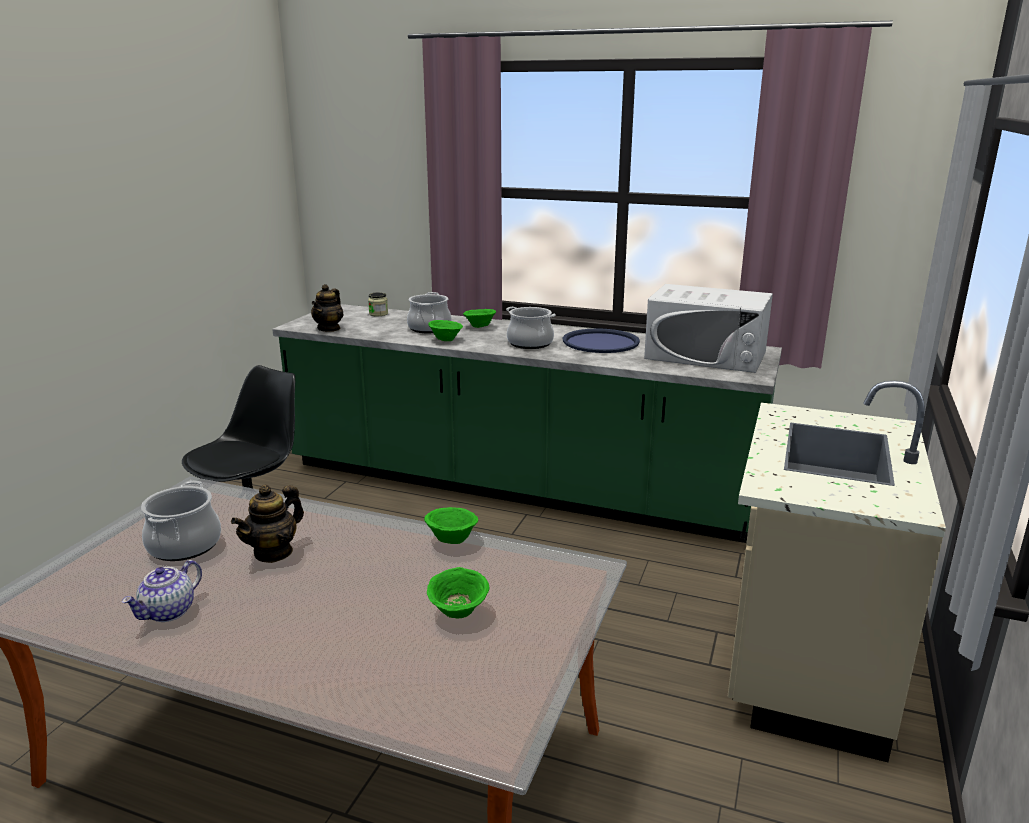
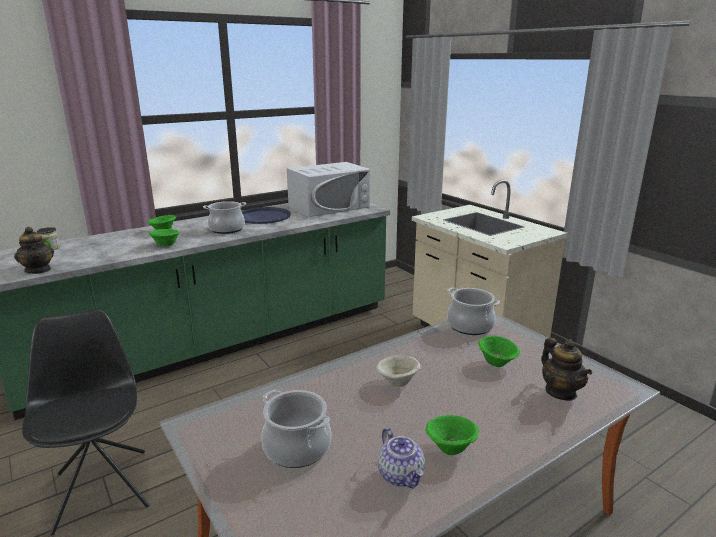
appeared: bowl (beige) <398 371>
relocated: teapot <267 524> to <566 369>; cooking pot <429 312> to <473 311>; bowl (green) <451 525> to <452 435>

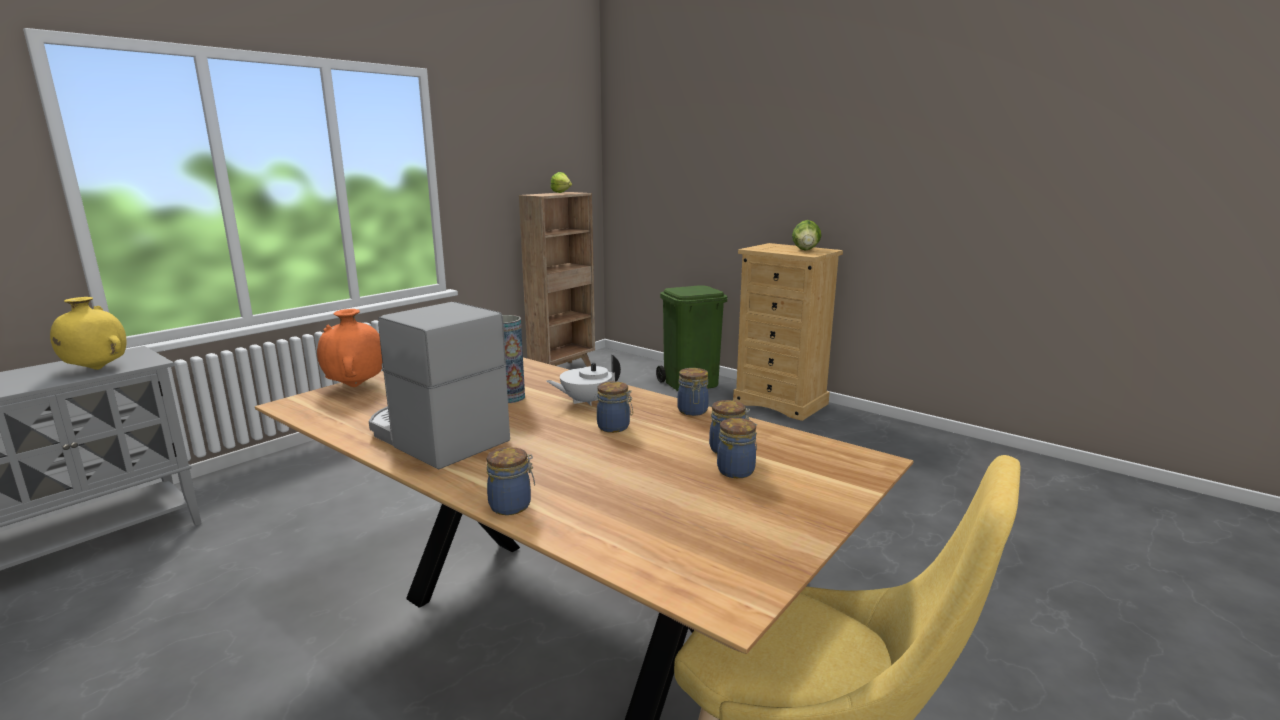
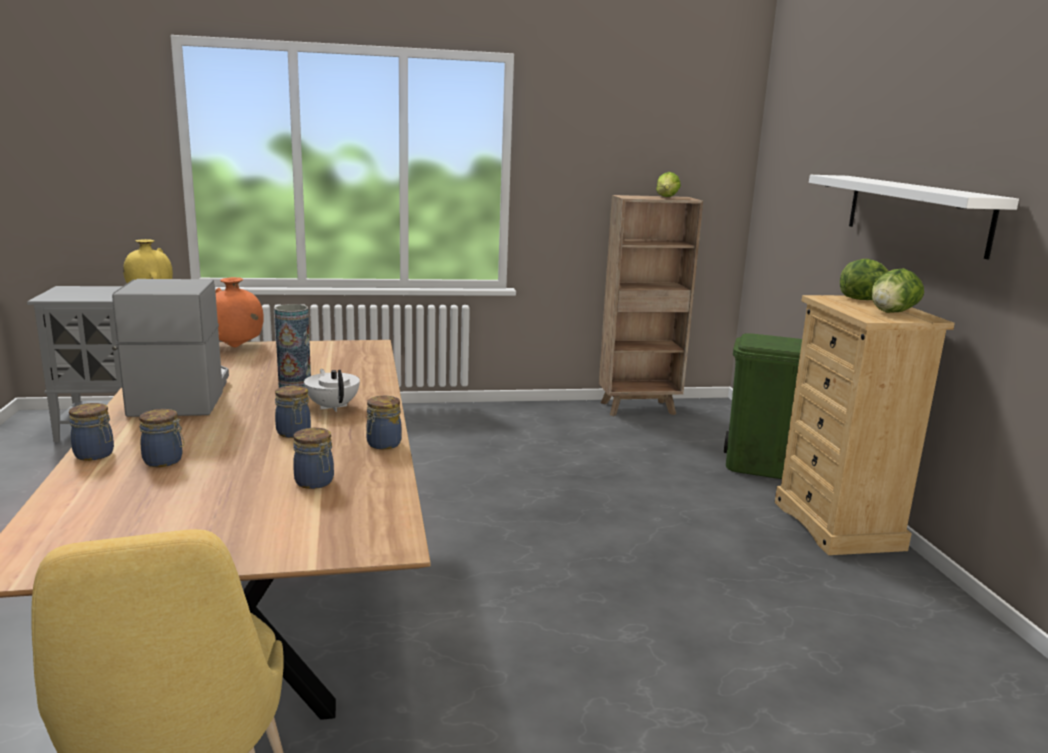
appeared: shelf (white) <914 217>; lettuce <864 279>
relocated: jar <737 448> to <161 438>
spun: teapot (white) <583 380> = <332 390> 45 degrees clockwise

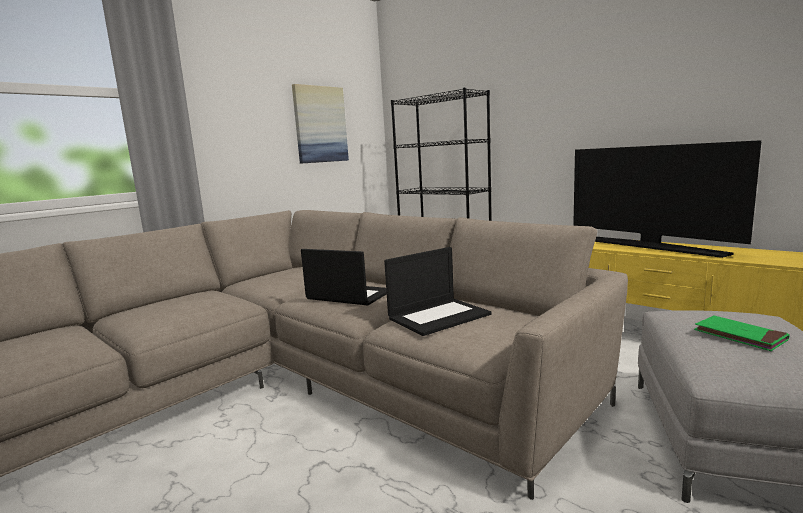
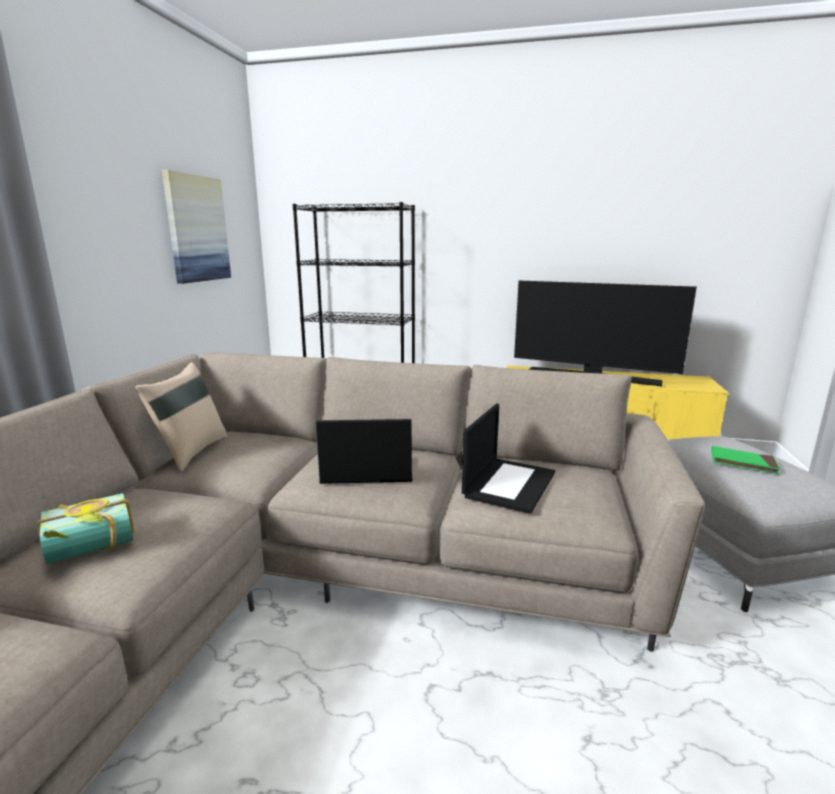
appeared: book <86 528>; pillow (beige) <181 417>

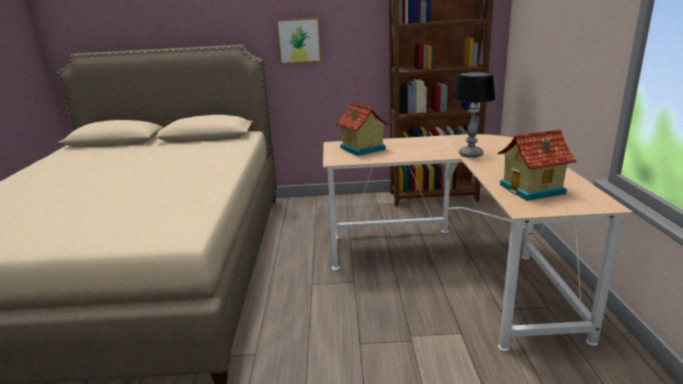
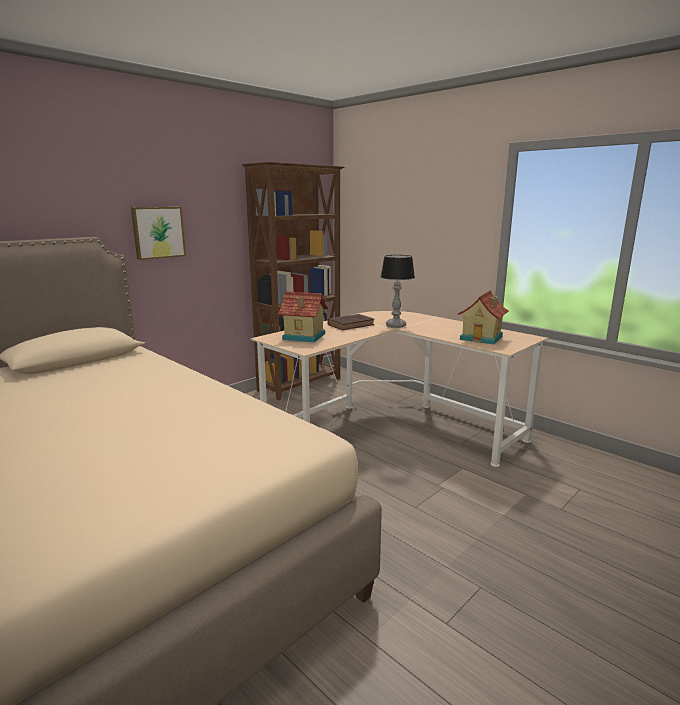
appeared: book (brown) <350 322>

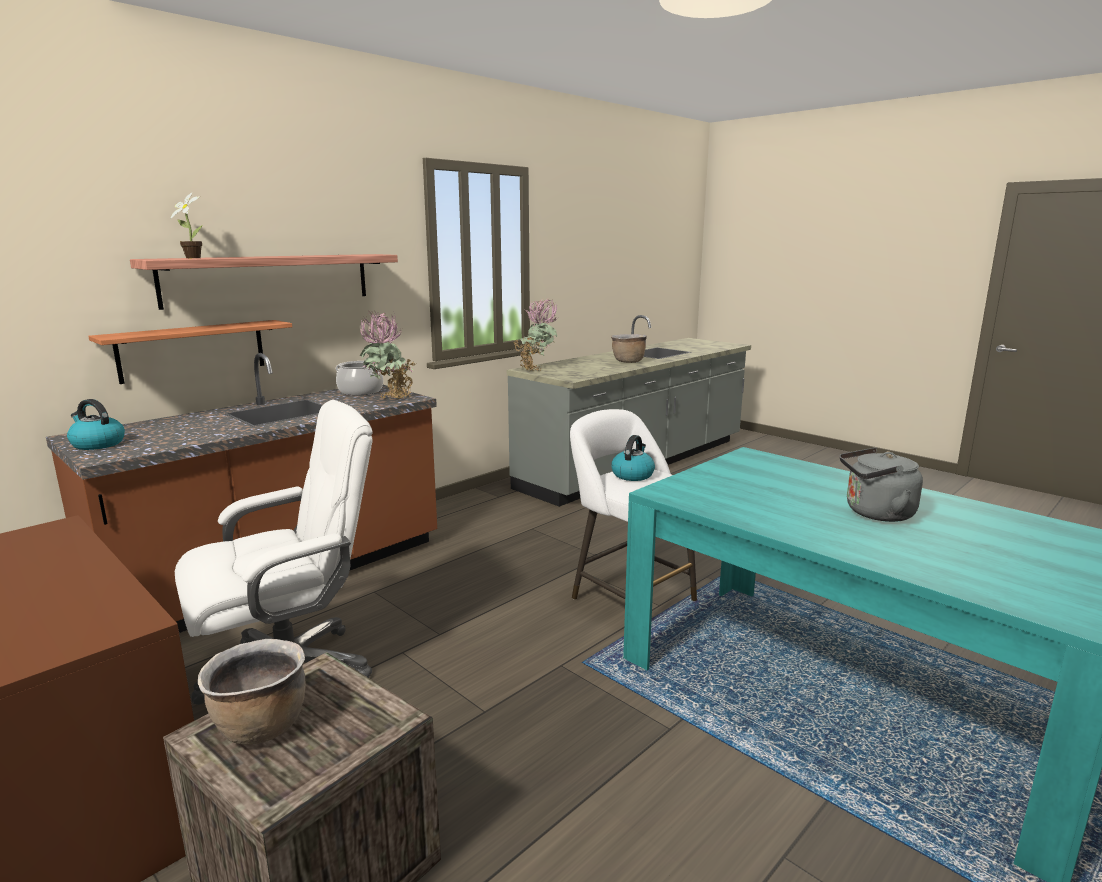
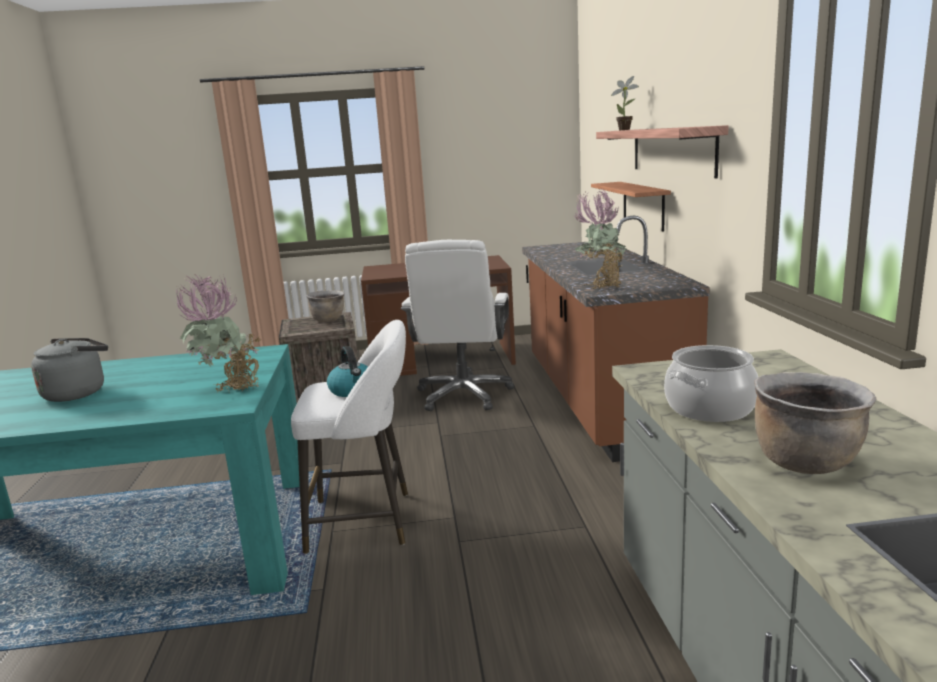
missing: kettle <96 424>
relocated: cooking pot <359 378> to <711 383>; potted plant <536 334> to <217 333>

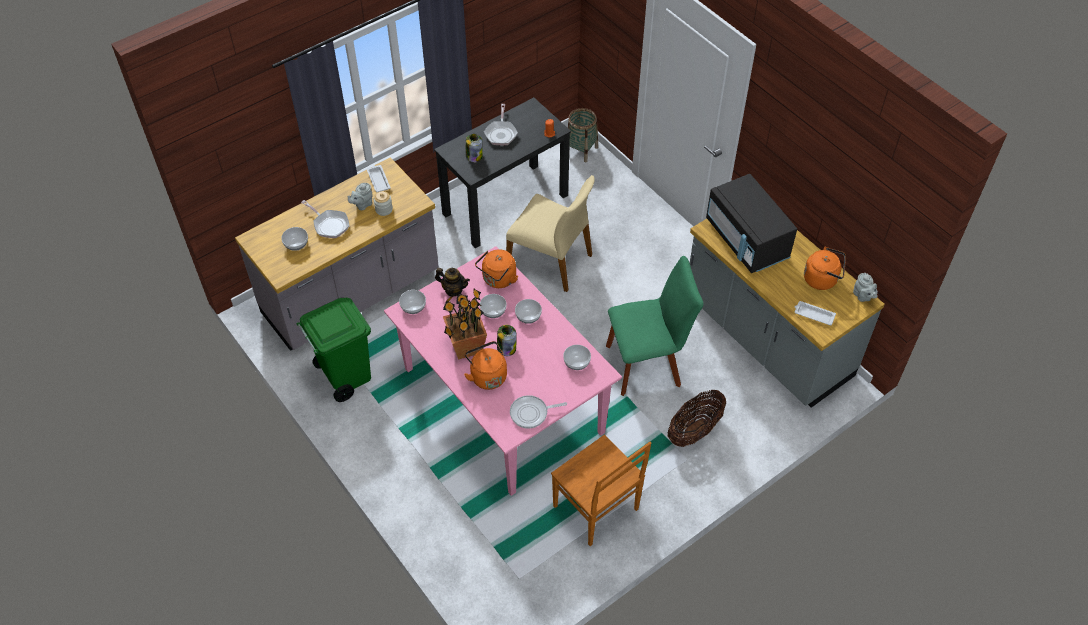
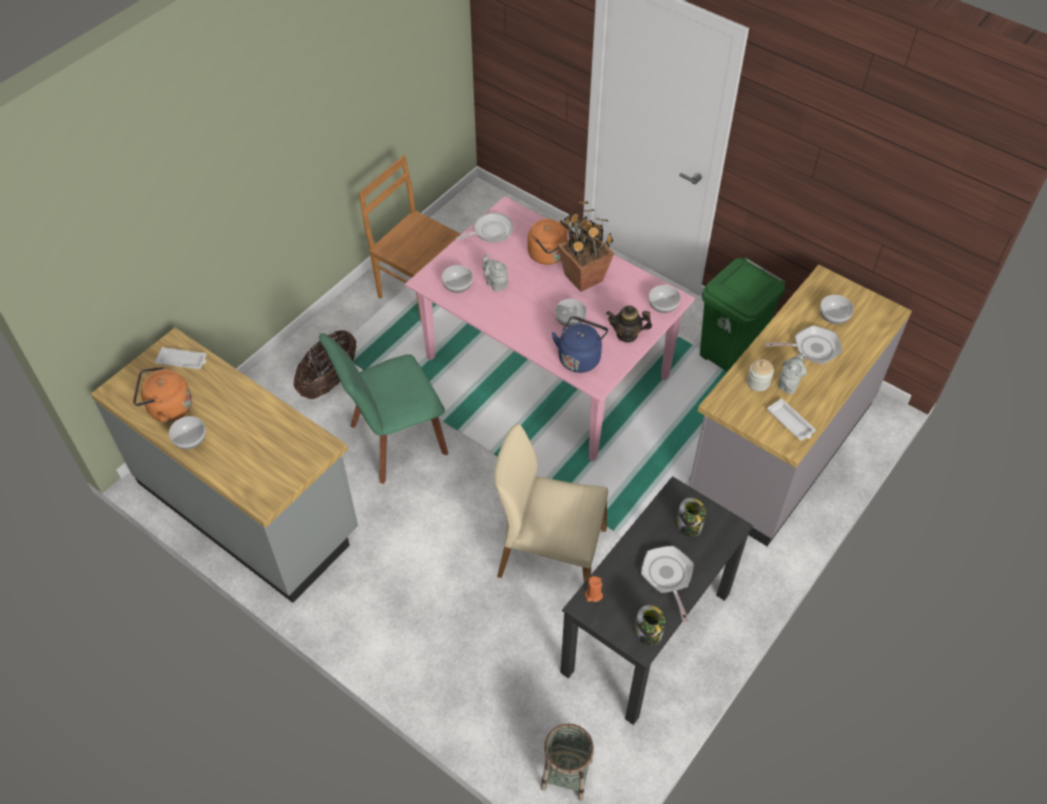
missing: microwave (black) <751 223>
relocated: jar <507 340> to <649 625>; bowl <528 311> to <187 432>; teapot (grey) <865 287> to <495 273>
colour: kettle (orange) <496 268> to kettle (blue) <580 344>
spun: frying pan <325 219> = <803 344> 150 degrees clockwise

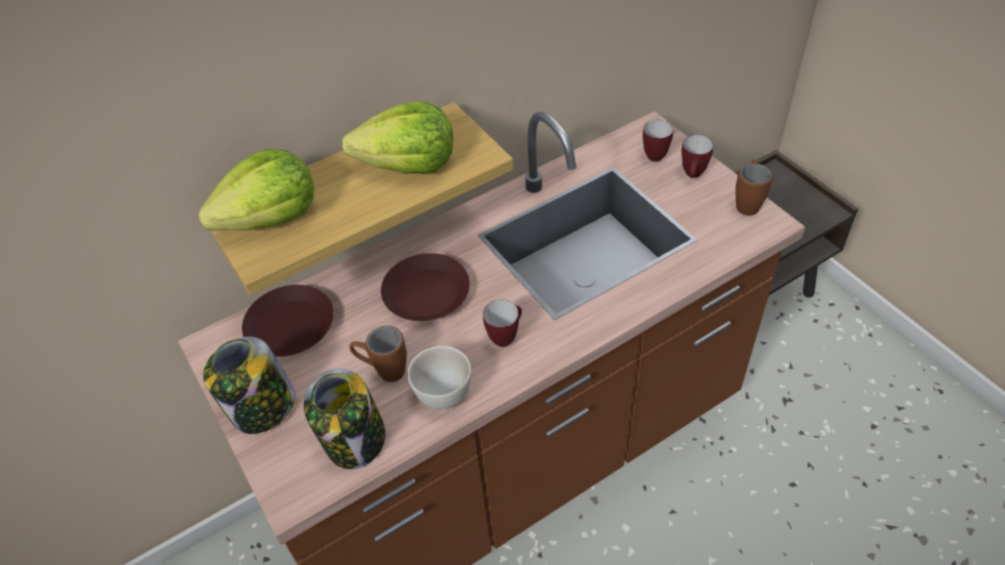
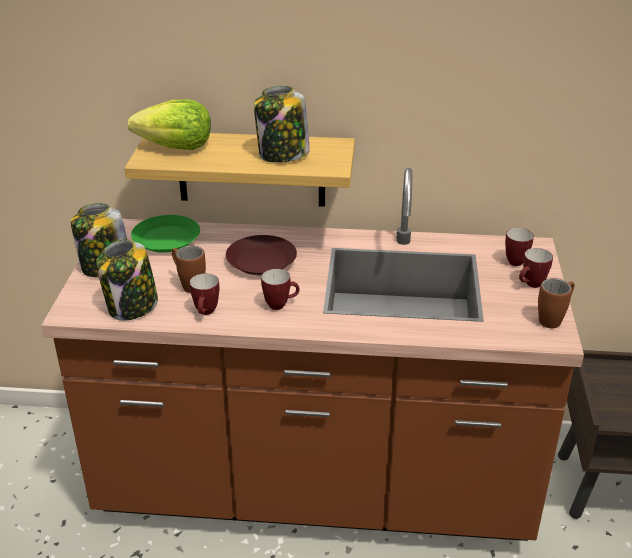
exchanged: lettuce <397 138> to jar <282 124>; bowl (white) <439 378> to mug <204 294>
colour: plate (brown) <288 321> to plate (green) <165 234>

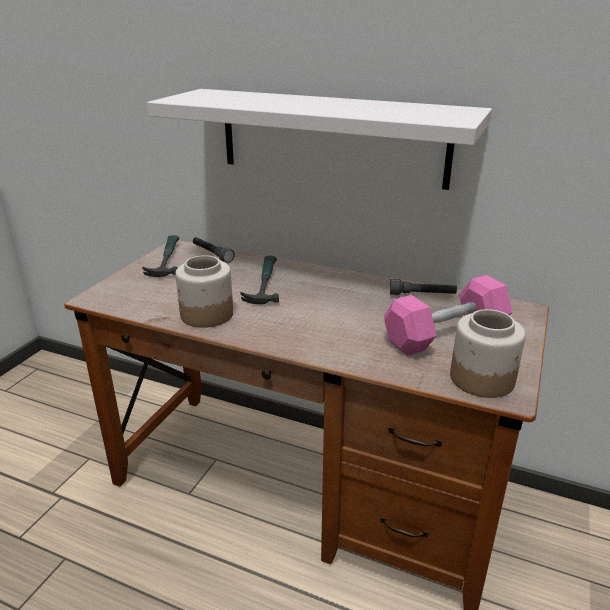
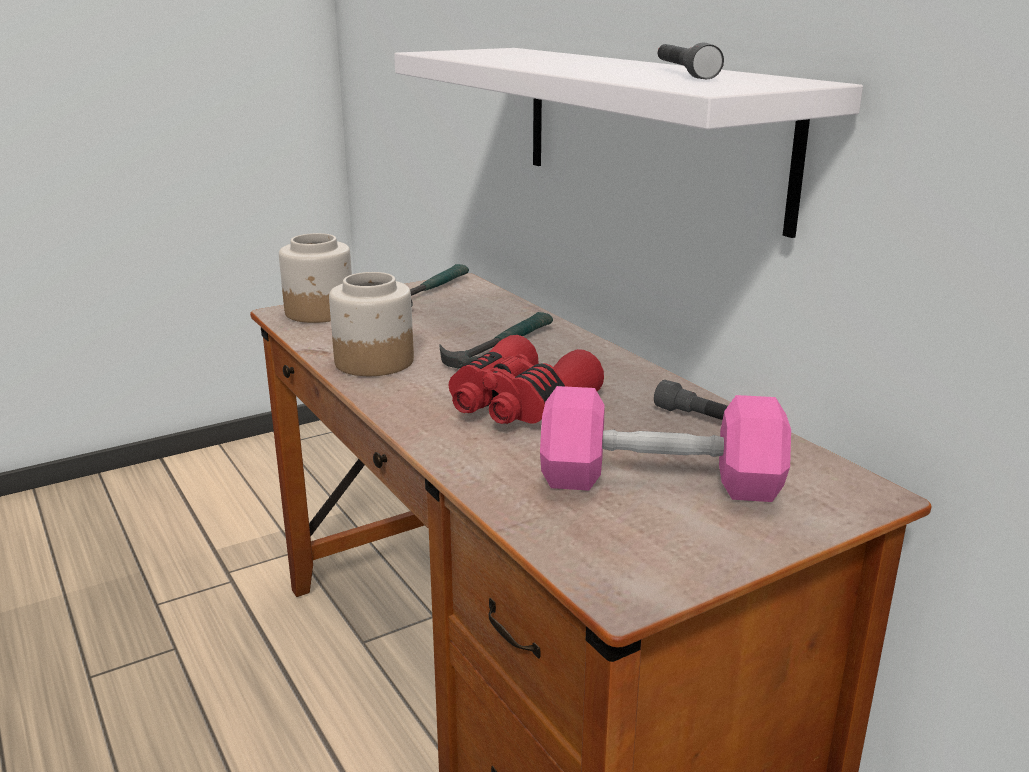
appeared: binoculars (red) <526 379>
relocated: flashlight (grey) <214 250> to <691 60>; jar <488 353> to <315 278>

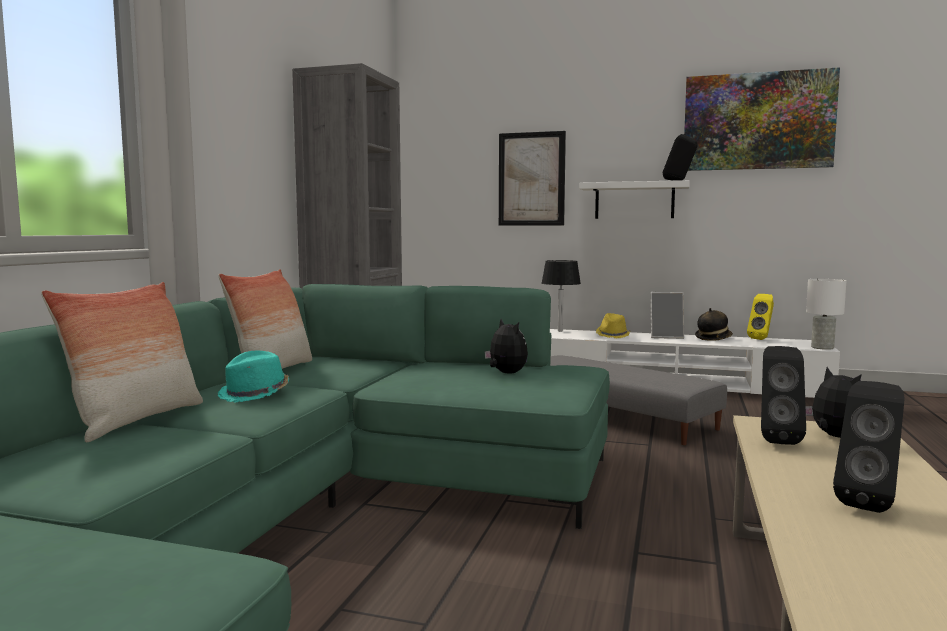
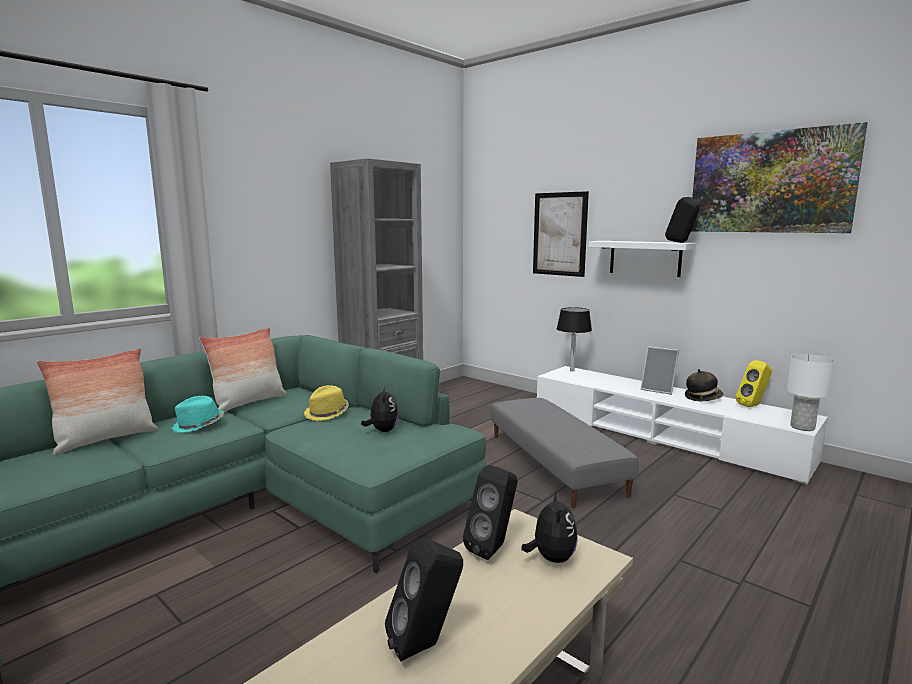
relocated: hat (yellow) <613 325> to <326 403>

